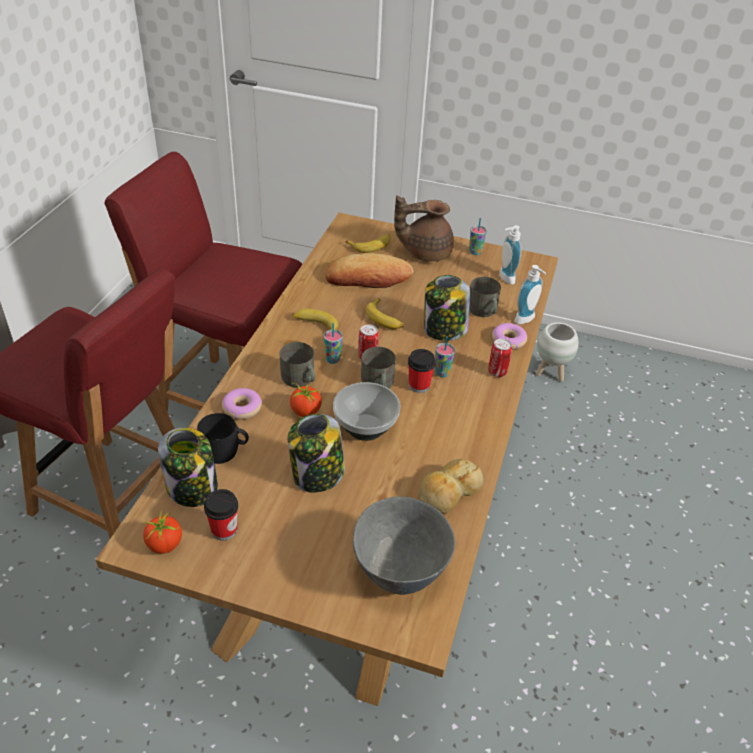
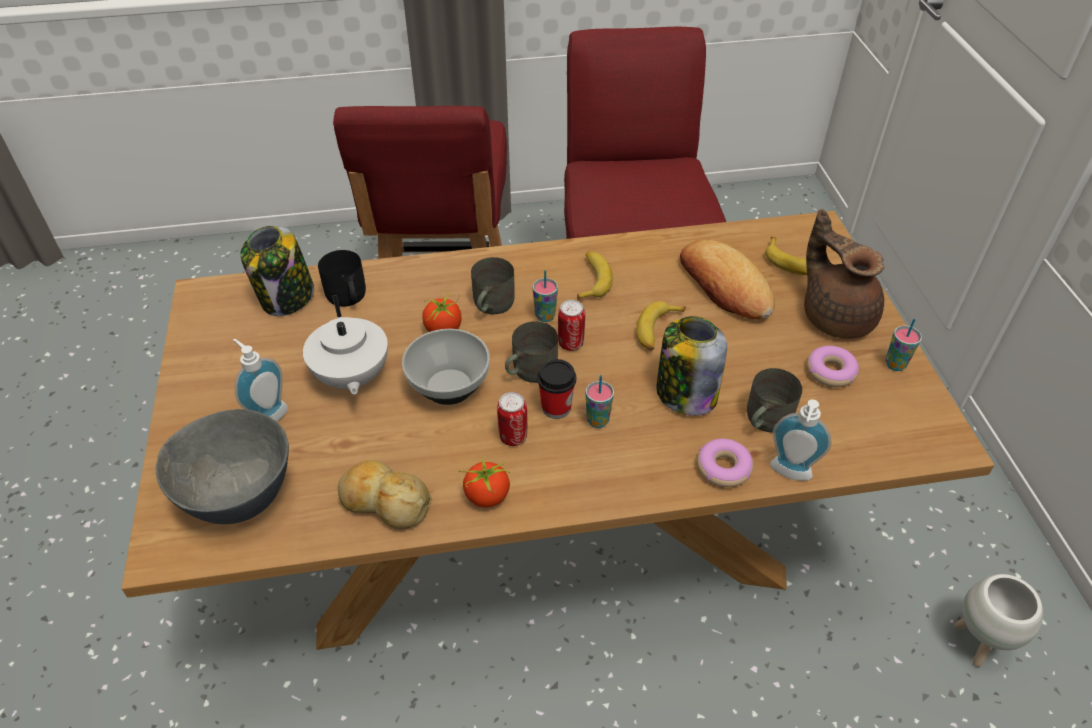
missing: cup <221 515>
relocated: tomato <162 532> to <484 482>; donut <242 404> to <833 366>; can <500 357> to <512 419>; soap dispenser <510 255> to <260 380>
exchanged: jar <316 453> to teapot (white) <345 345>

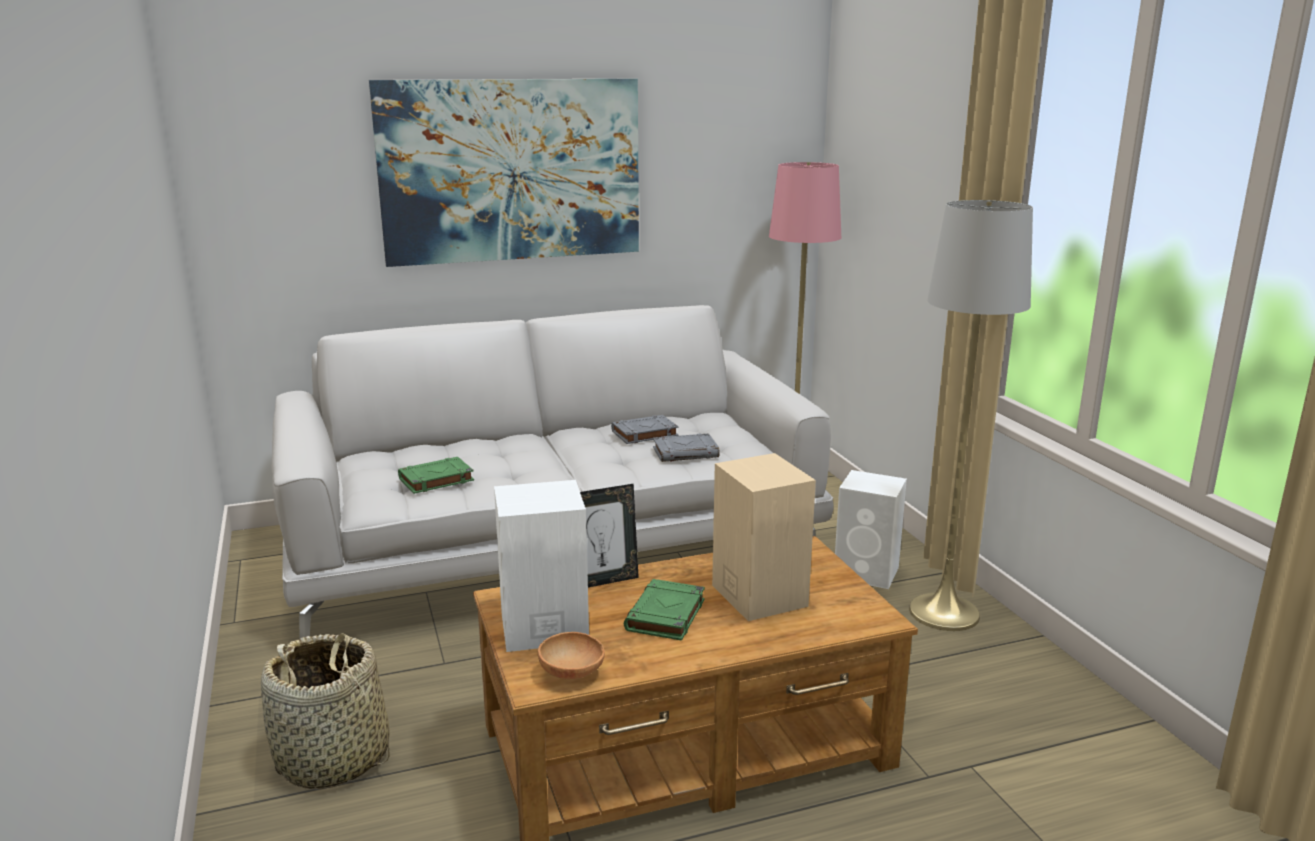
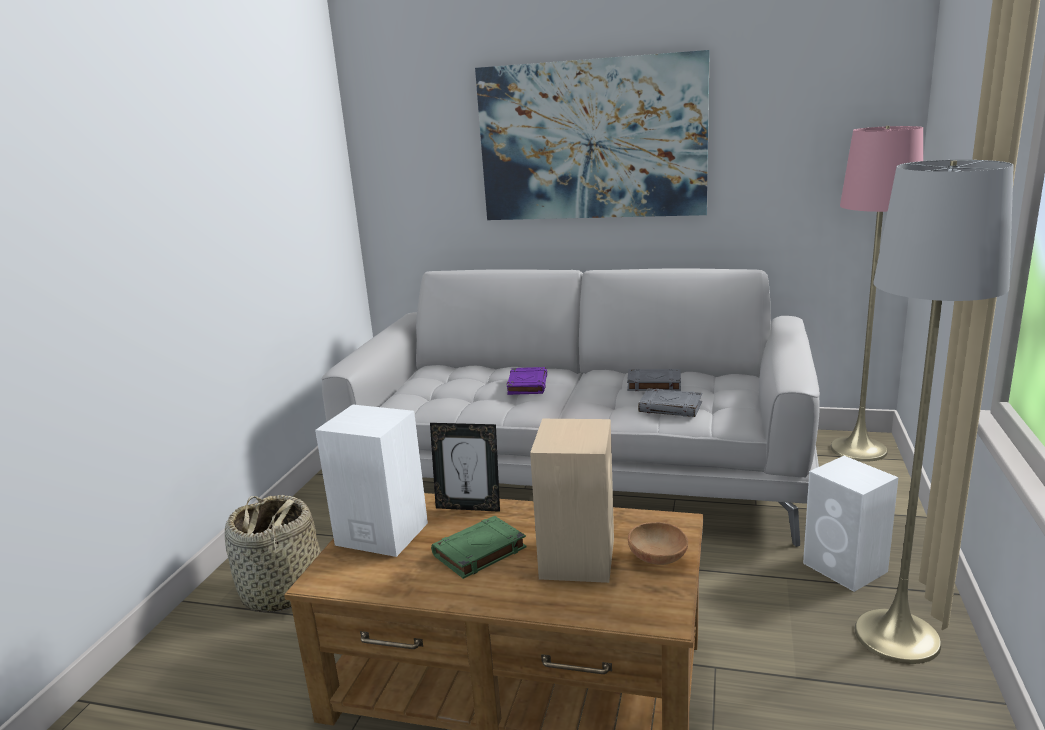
missing: book (green) <436 475>
appeared: book (purple) <527 381>
relocated: bowl (brown) <571 655> to <658 543>

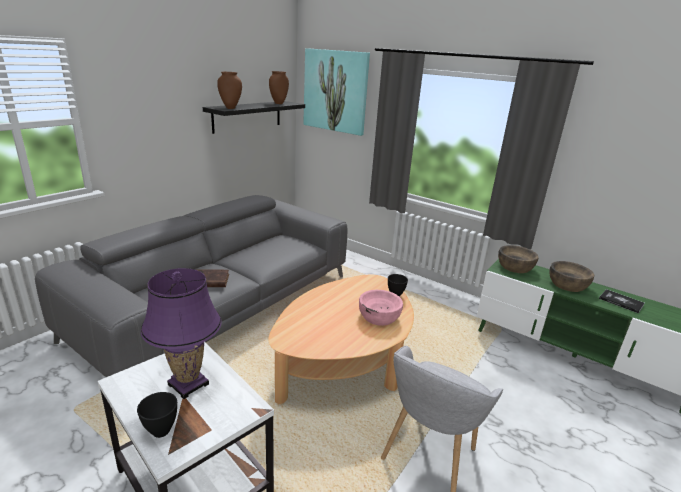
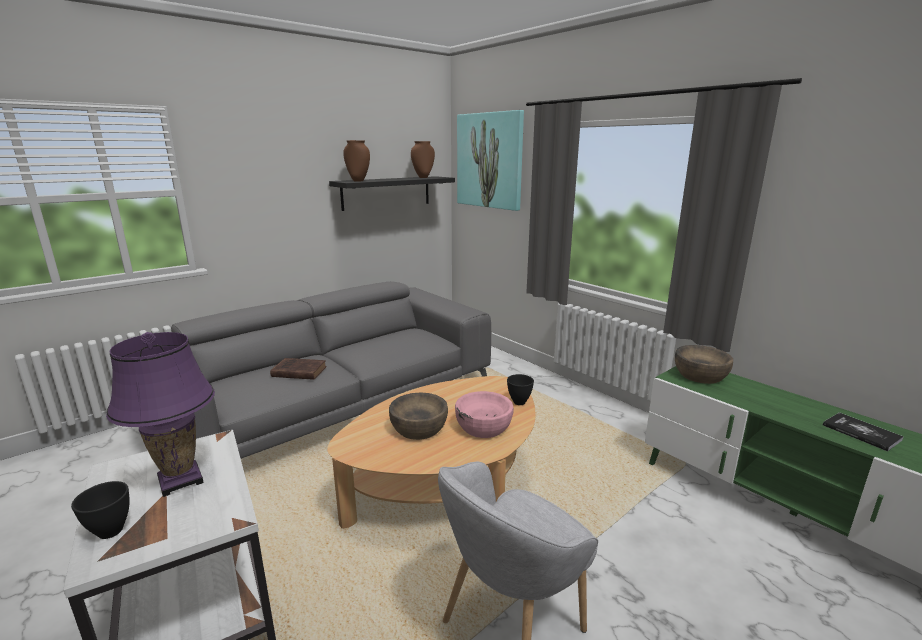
relocated: bowl (brown) <571 276> to <418 416>

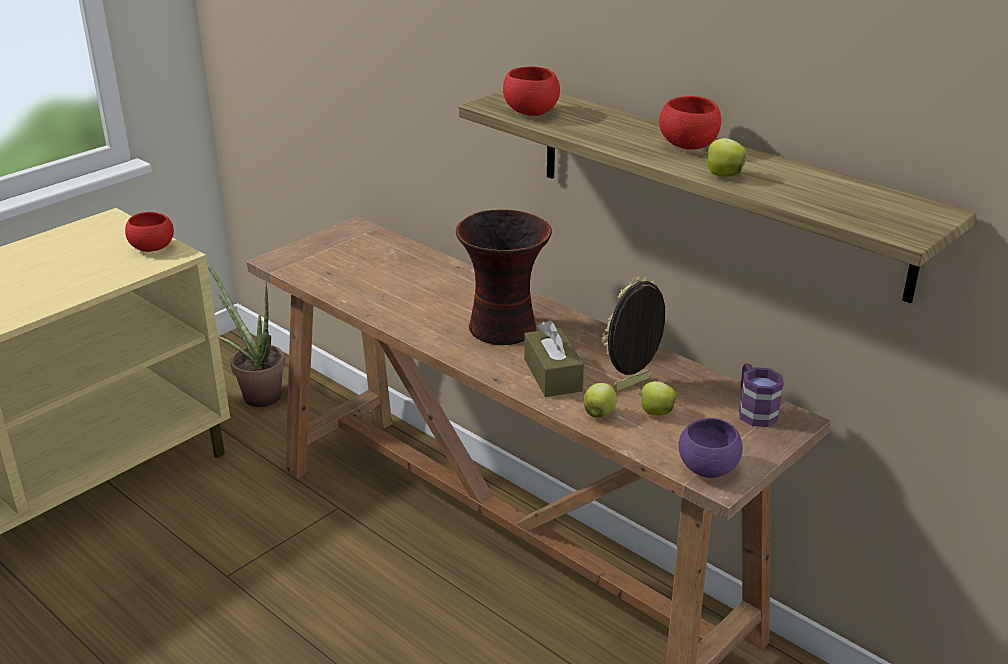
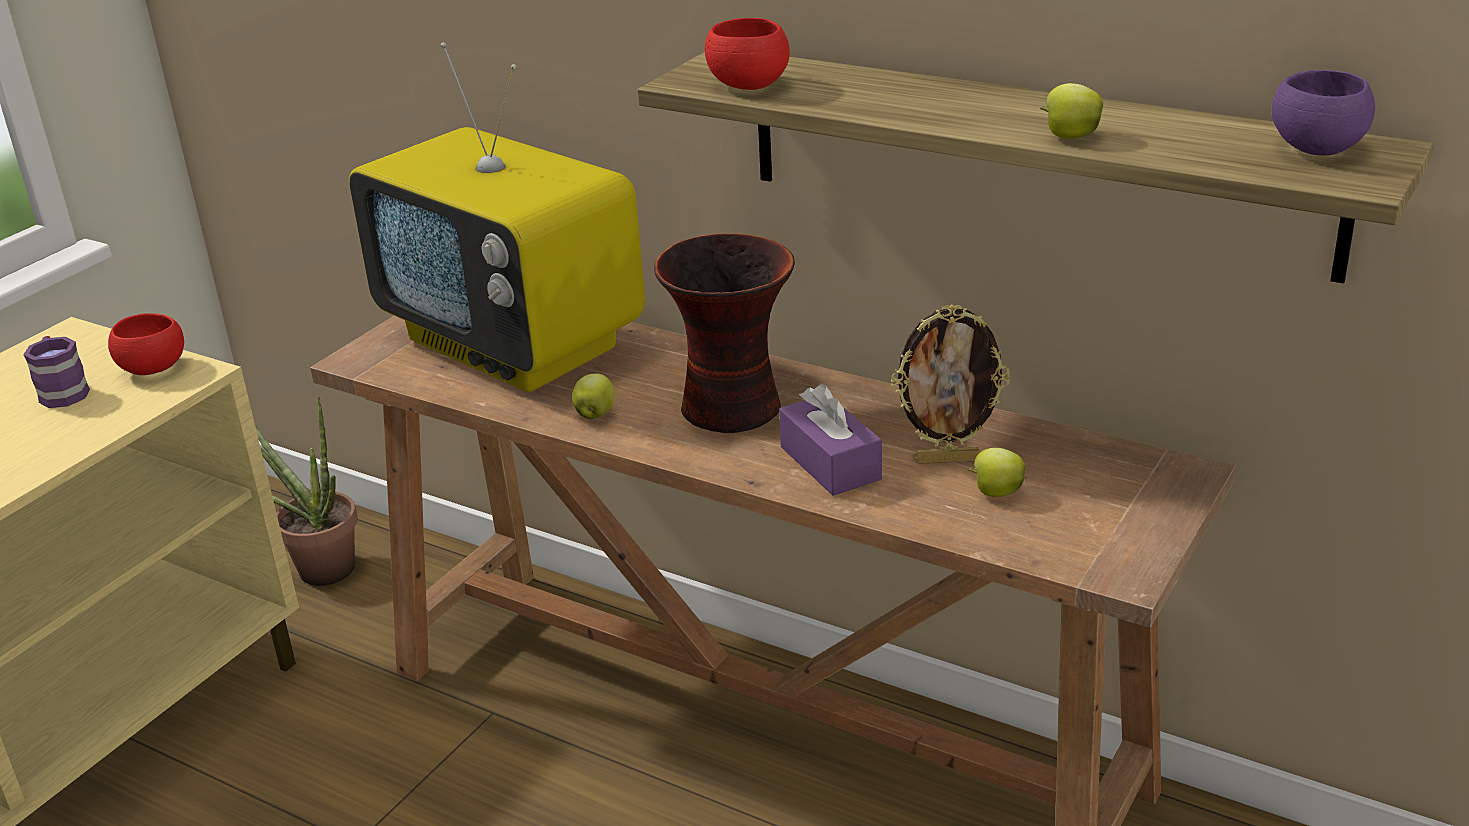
missing: bowl (red) <690 123>
appeared: television <497 217>
relocated: apple <600 400> to <593 396>; bowl (purple) <710 448> to <1323 113>; mug (purple) <761 395> to <56 372>
colour: tissue box (brown) <554 358> to tissue box (purple) <830 440>
spun: picture frame <634 333> = <950 384> 135 degrees counterclockwise

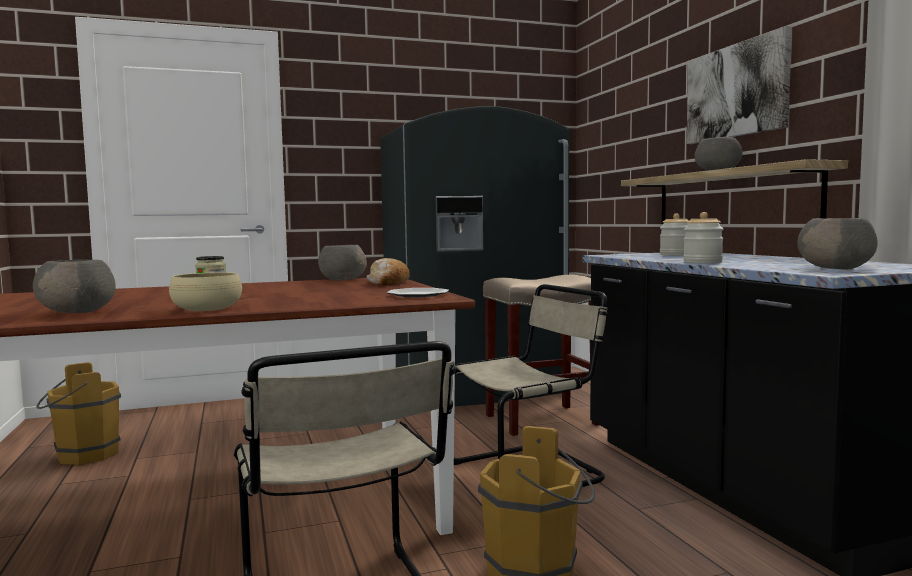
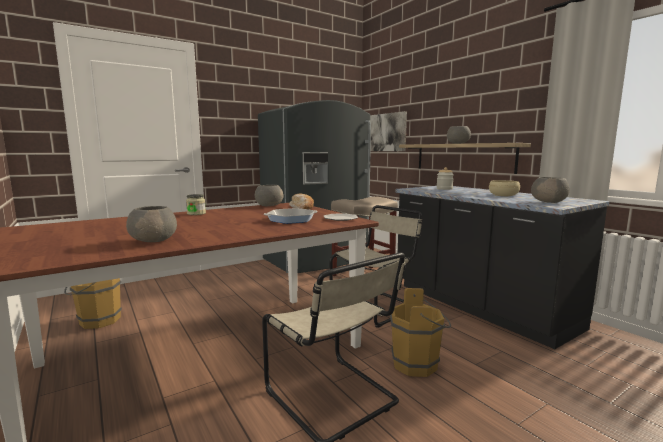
missing: jar <703 237>
appeared: frying pan <291 216>
relocated: bowl (beige) <205 291> to <504 188>; picture <739 85> to <388 131>

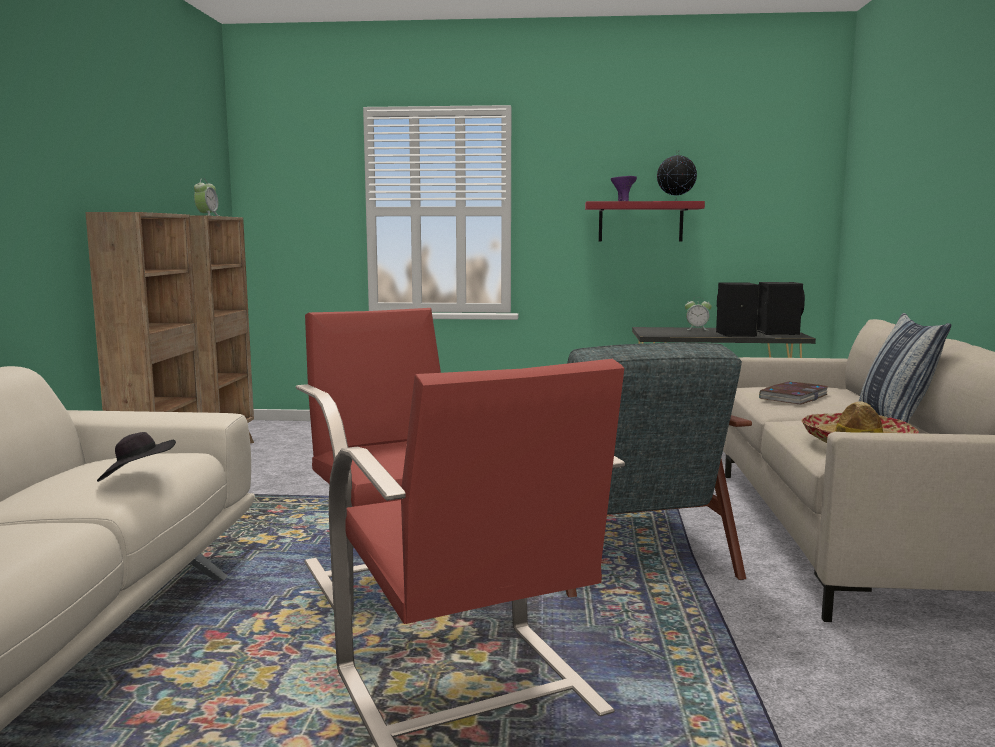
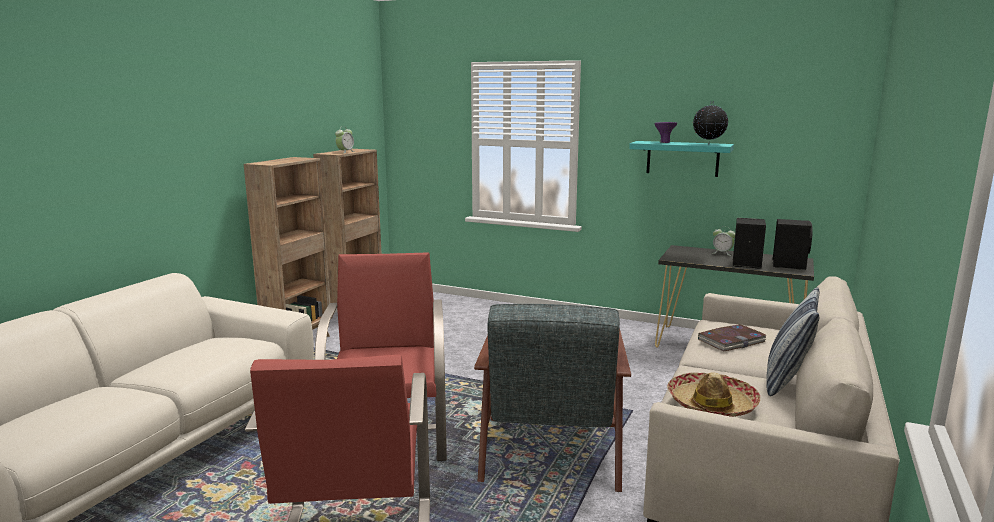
missing: hat (black) <136 457>
colour: shelf (red) <645 221> to shelf (turquoise) <681 159>

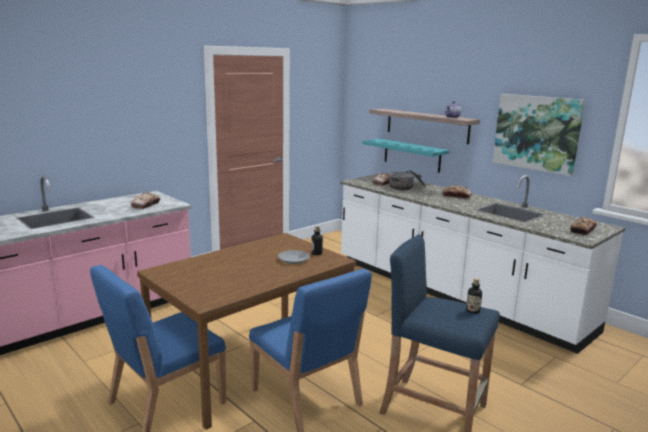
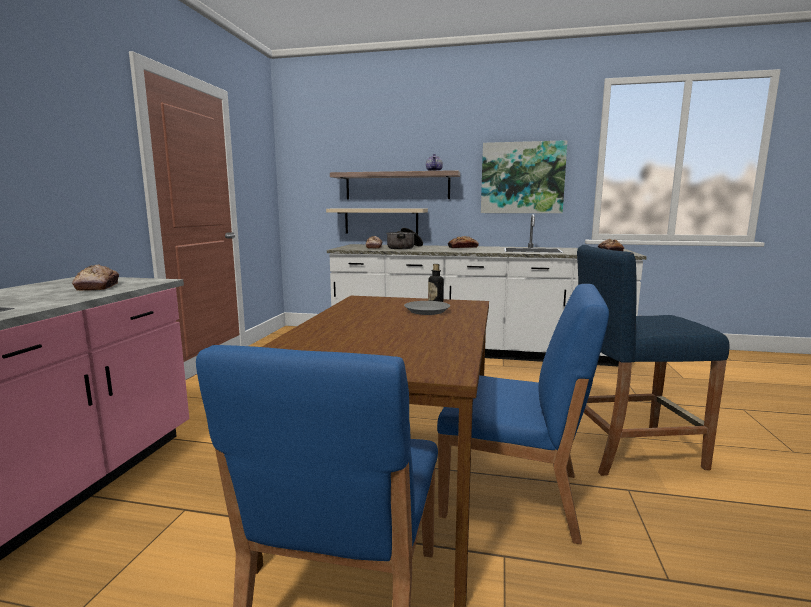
missing: bottle <474 296>
colour: shelf (turquoise) <406 156> to shelf (beige) <377 221>

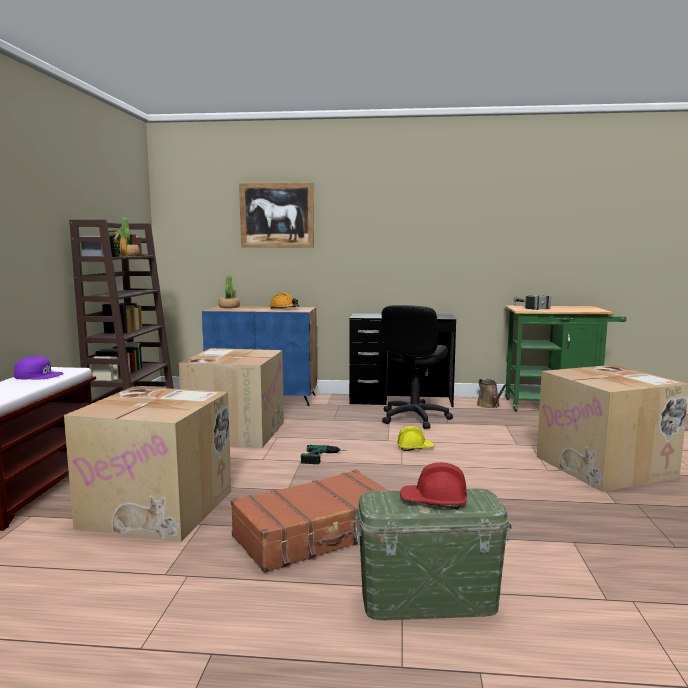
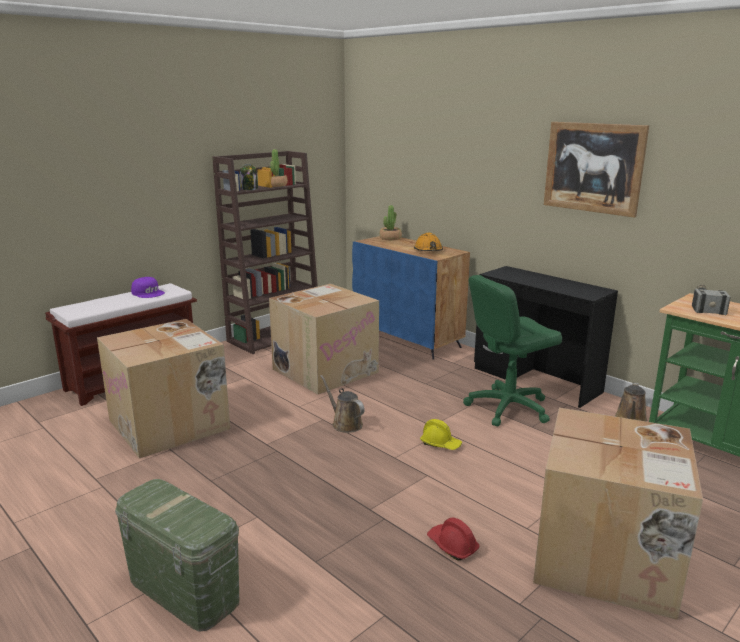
missing: suitcase (brown) <310 521>
relocated: picture <276 215> to <596 170>; hard hat (red) <433 486> to <453 539>
exchanged: power drill <324 454> to watering can (brown) <342 404>
colour: office chair (black) <417 367> to office chair (green) <512 350>

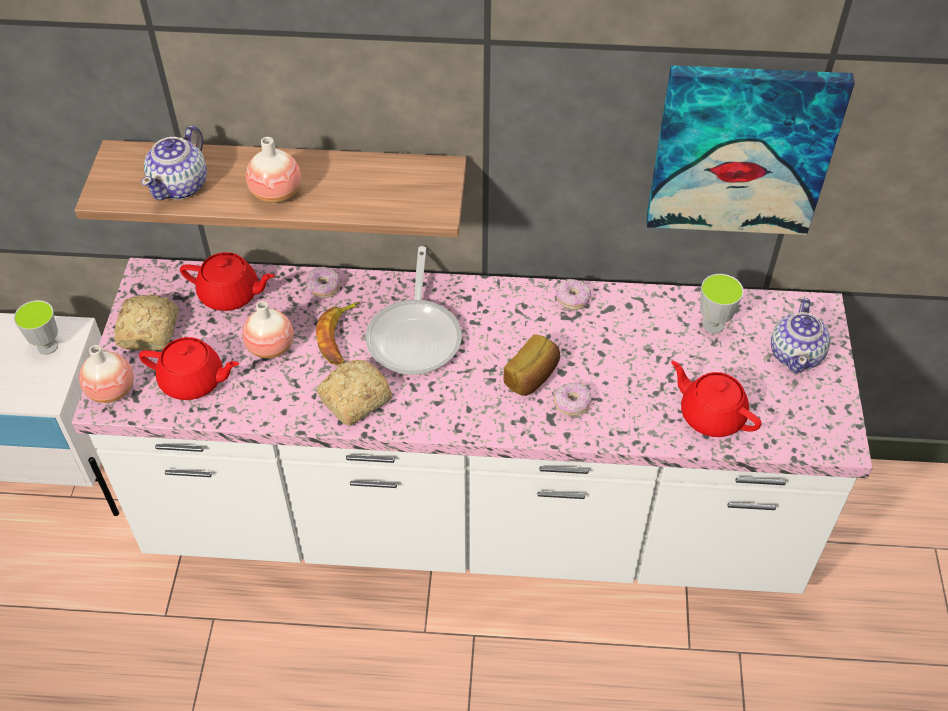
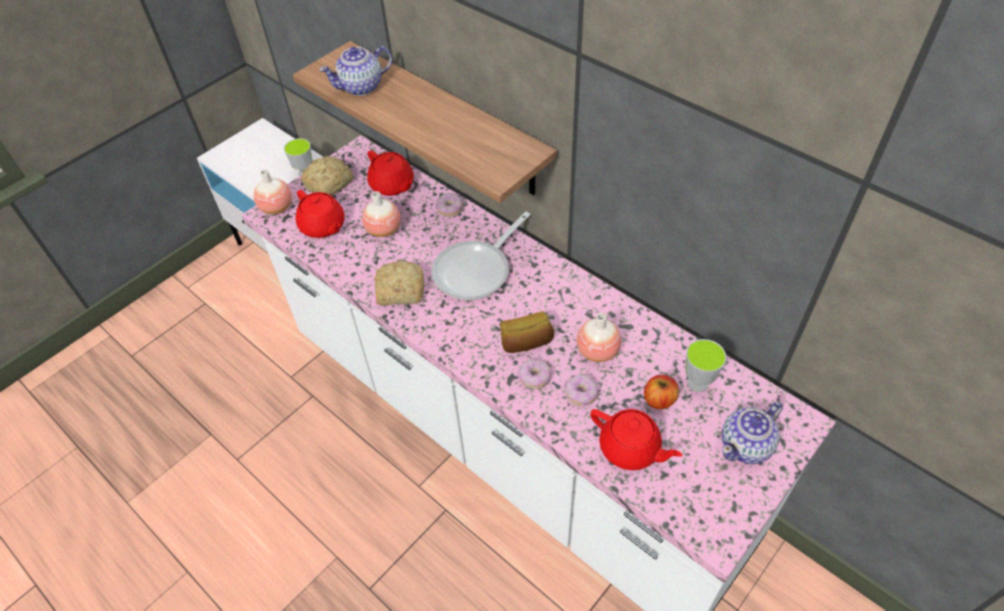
missing: banana <338 333>; picture <750 150>
appeared: apple <661 392>
relocated: vase <273 170> to <599 337>; donut <573 294> to <581 390>
spun: teapot (red) <716 399> = <636 439> 135 degrees clockwise

